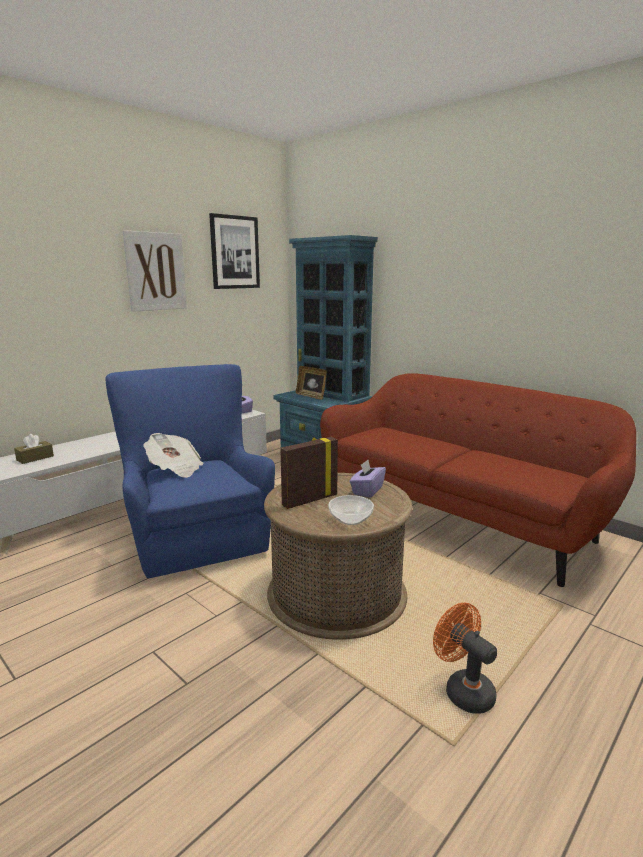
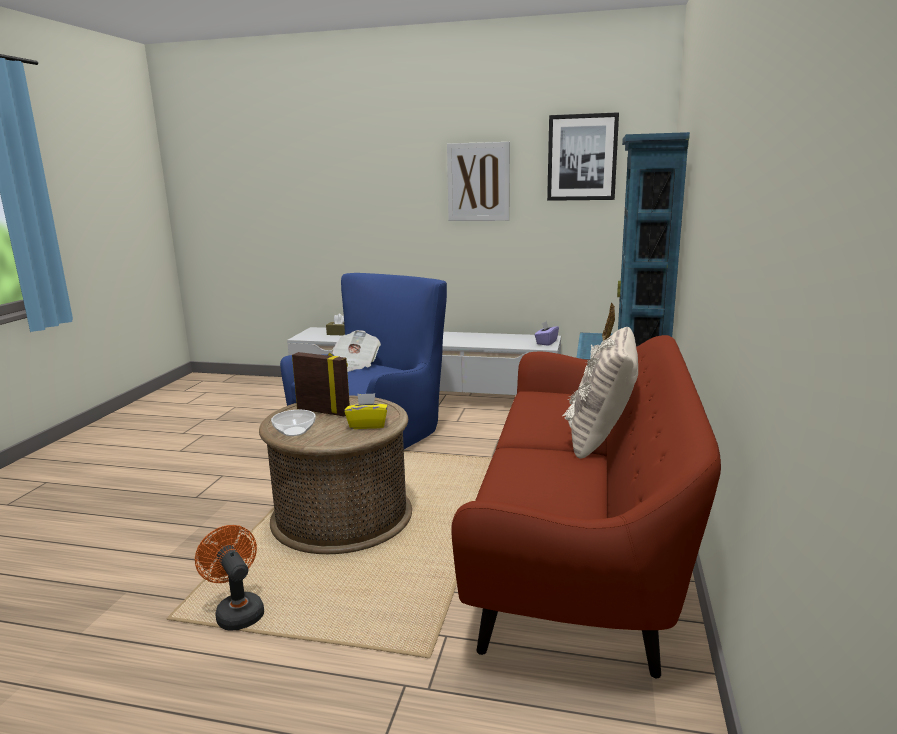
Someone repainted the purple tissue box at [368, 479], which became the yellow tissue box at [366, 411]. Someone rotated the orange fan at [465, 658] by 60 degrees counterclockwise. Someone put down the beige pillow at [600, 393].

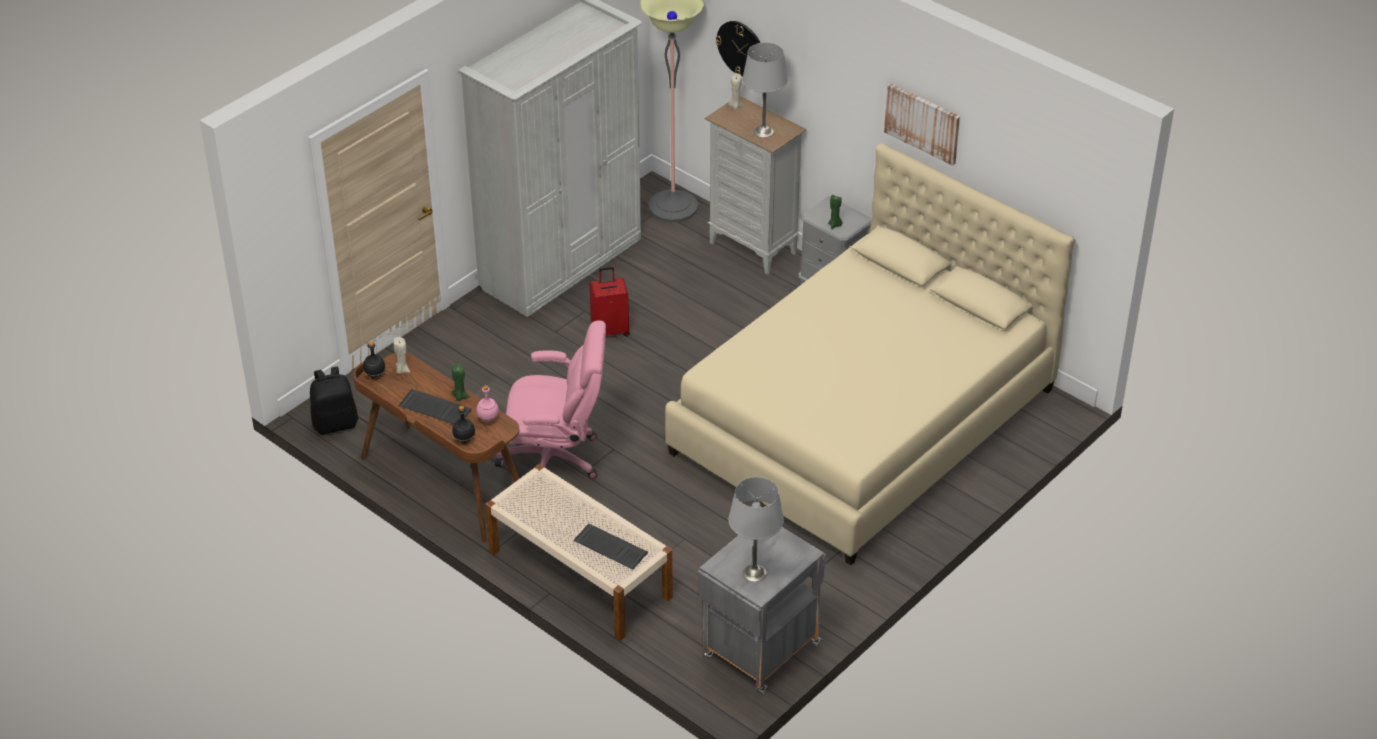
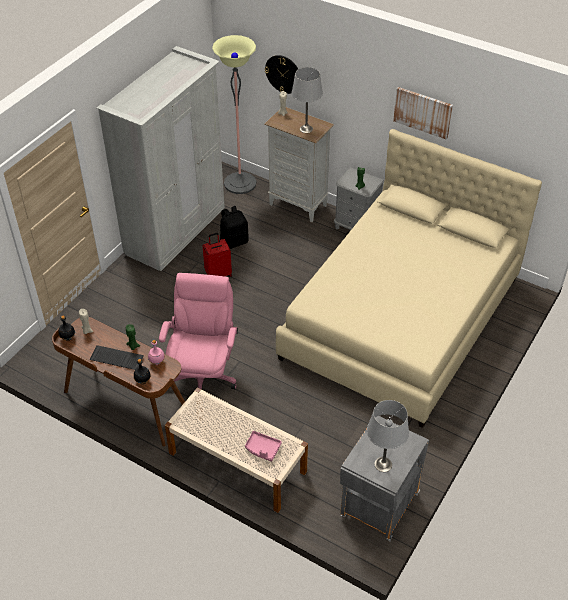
Someone rotated the pink office chair at [550, 405] by 75 degrees counterclockwise. Someone carried the black backpack from [334, 400] to [234, 227]. Someone swapped the keyboard at [610, 546] for the pink tray at [263, 446].

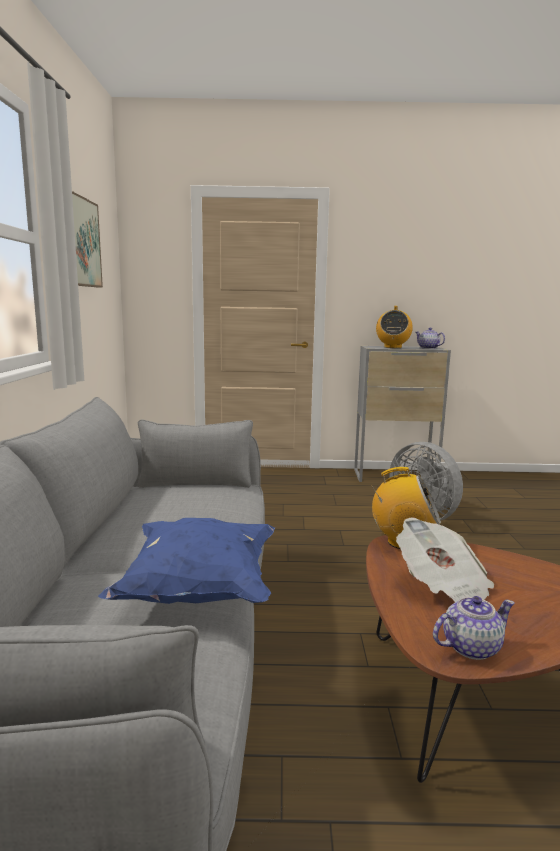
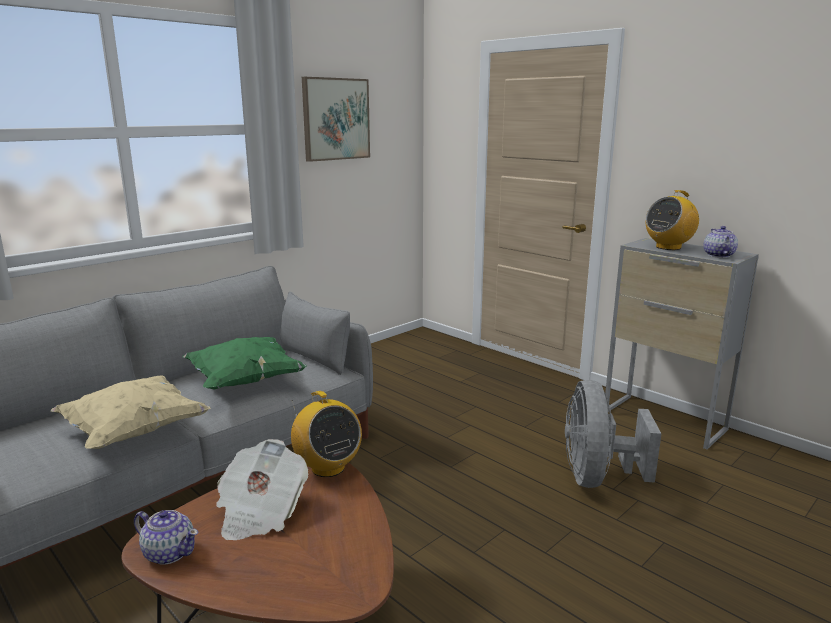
Someone repainted the blue pillow at [186, 561], which became the beige pillow at [130, 412]. Someone put down the green pillow at [245, 363].

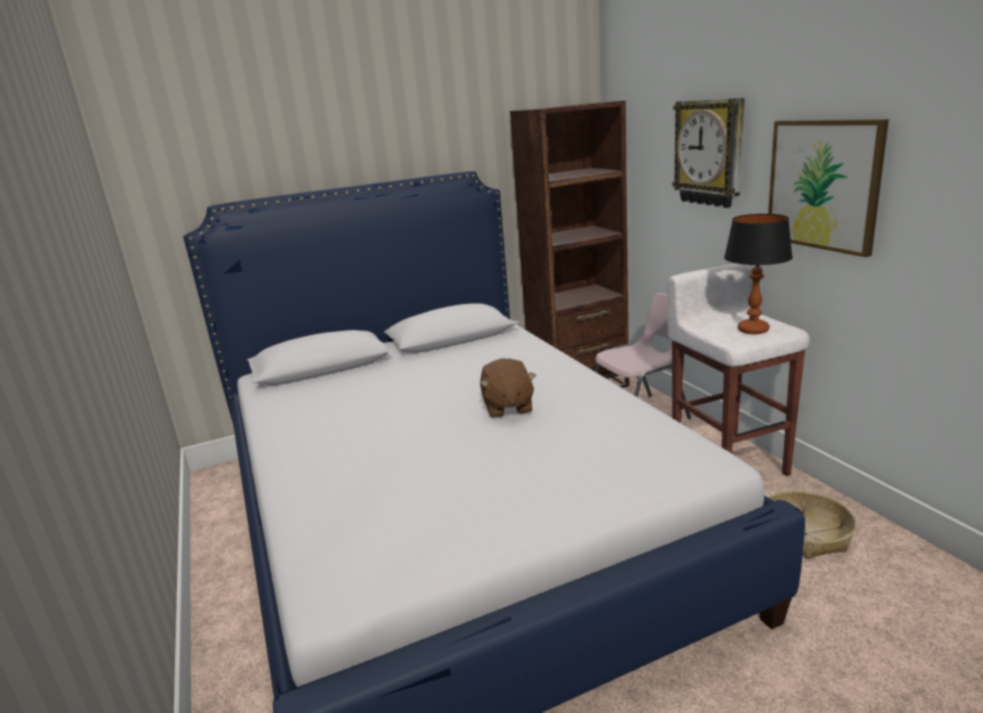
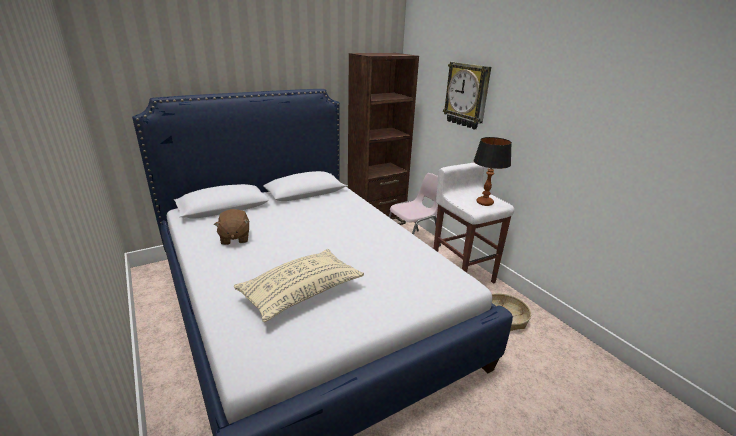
Someone took away the picture at [828, 188]. Someone carried the brown plush toy from [508, 388] to [232, 227]. Someone put down the beige pillow at [299, 285].

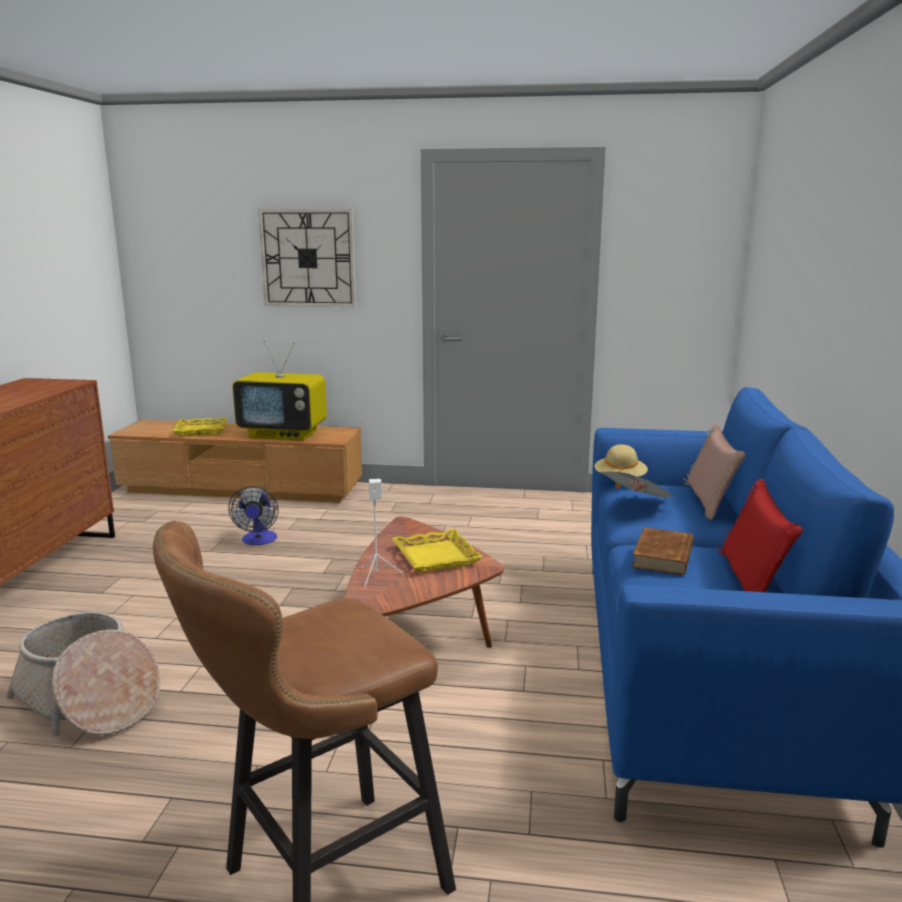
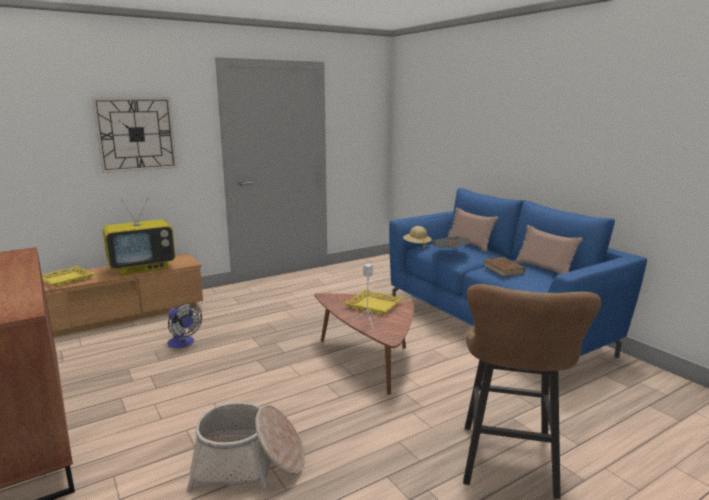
Someone repainted the red pillow at [760, 535], which became the beige pillow at [549, 250].

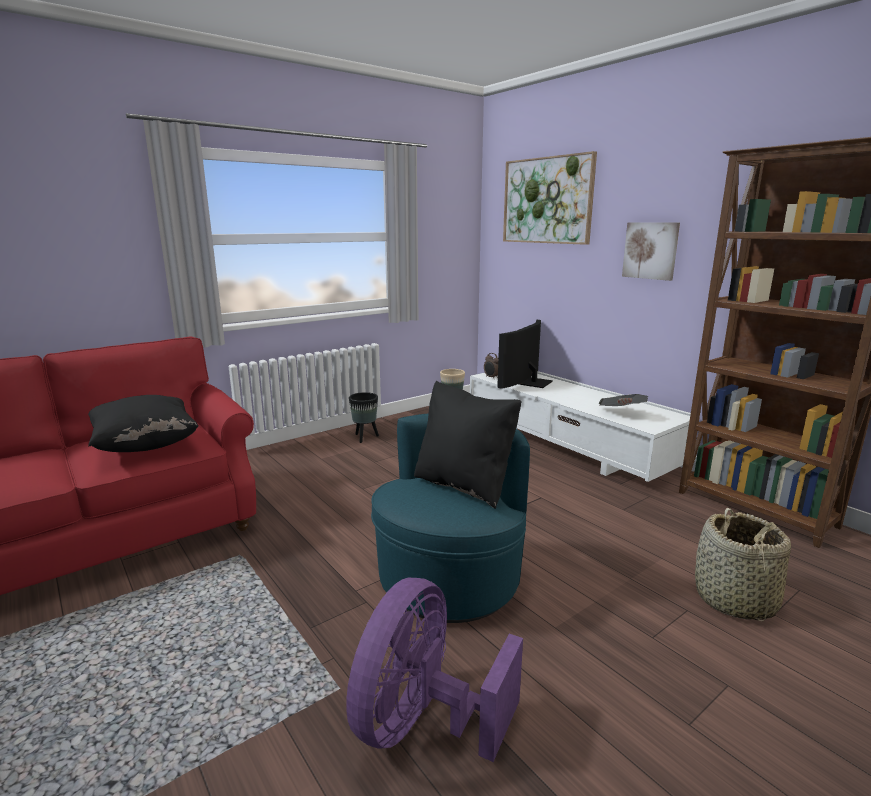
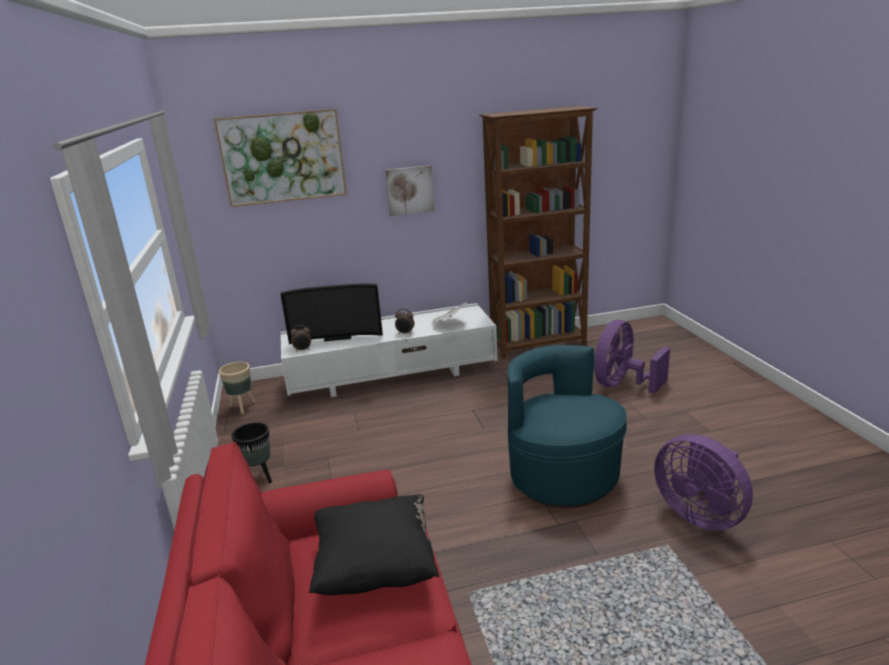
Someone rotated the television at [525, 354] by 60 degrees counterclockwise. Someone took away the black pillow at [468, 445]. Someone swapped the basket at [743, 564] for the purple fan at [632, 357]. Someone put down the alarm clock at [404, 321].

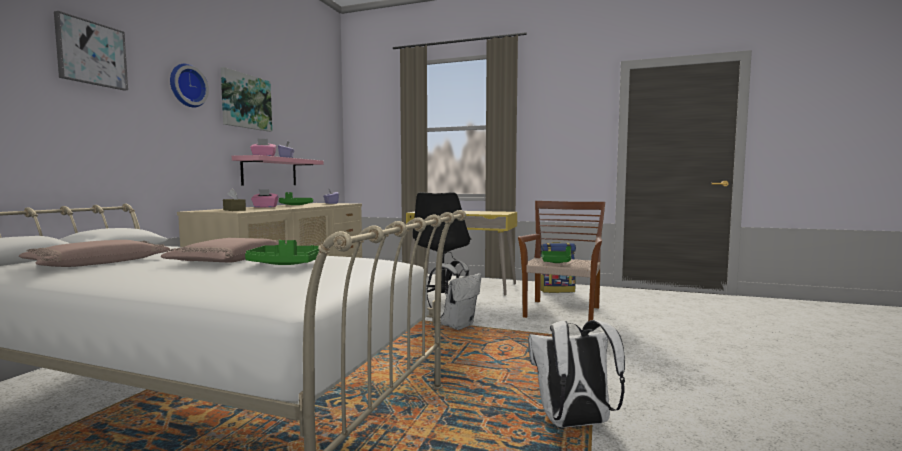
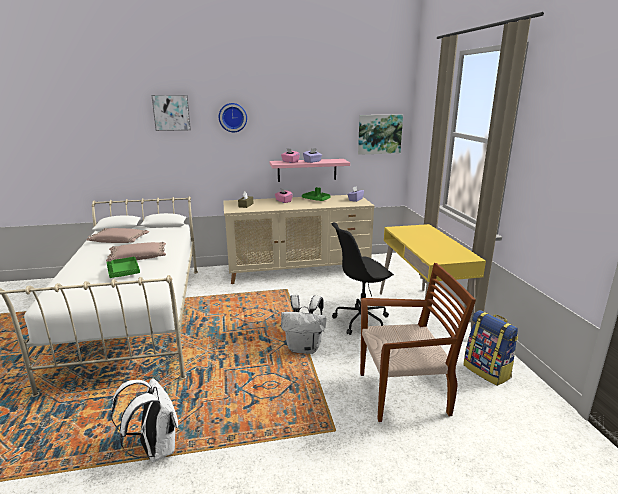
Someone carried the picture from [246, 99] to [380, 135]. Someone took away the green tray at [556, 254].

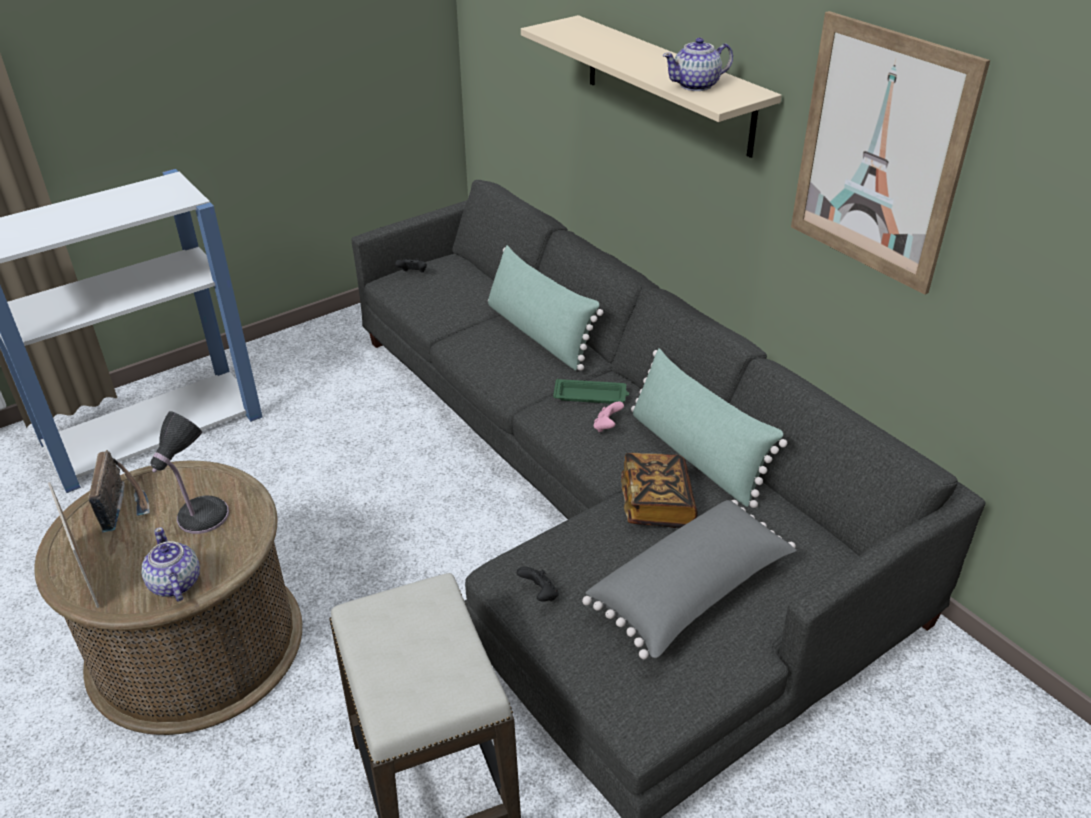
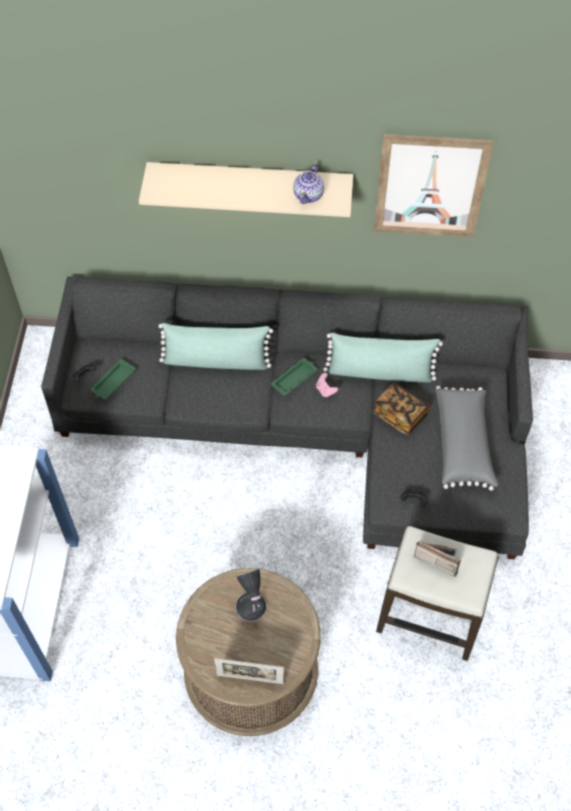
Someone carried the radio from [119, 491] to [437, 559]. Someone took away the teapot at [170, 564]. Someone put down the green tray at [113, 379].

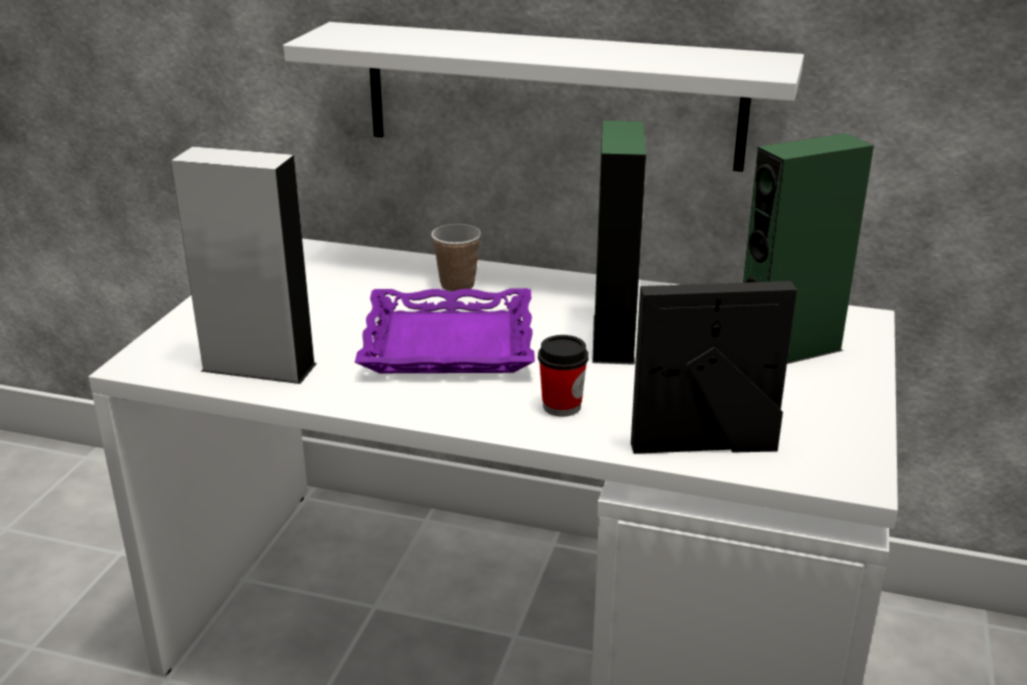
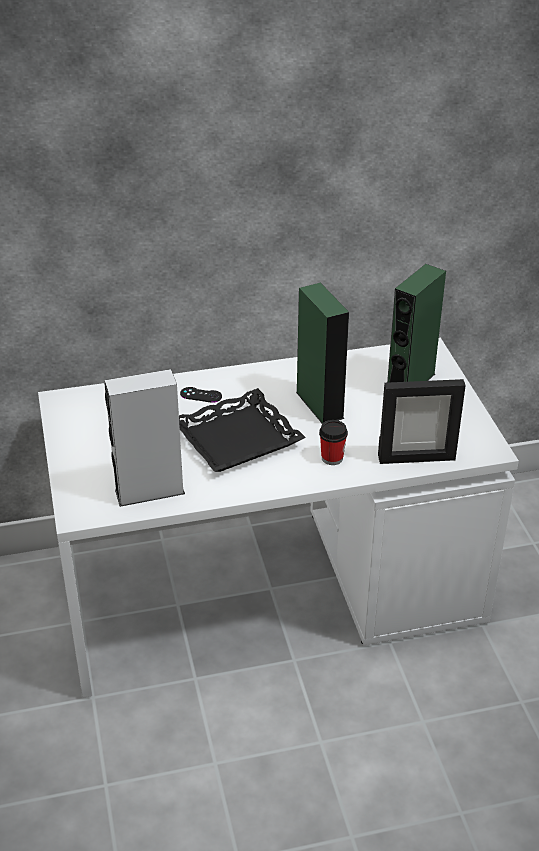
Someone took away the white shelf at [543, 97]. Someone swapped the cup at [456, 258] for the black game controller at [201, 395]. Someone rotated the picture frame at [714, 367] by 150 degrees counterclockwise. Someone repainted the purple tray at [445, 330], which became the black tray at [242, 430].

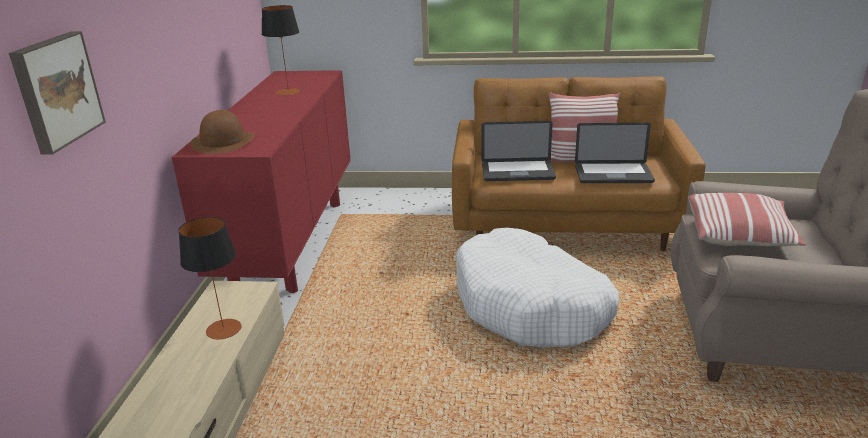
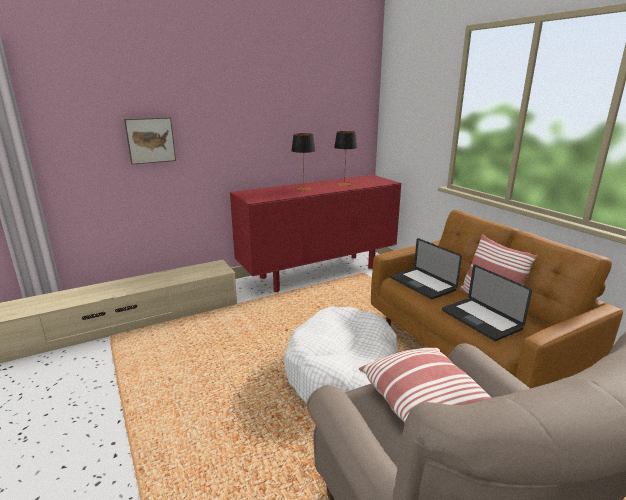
Someone took away the brown hat at [222, 132]. Someone carried the table lamp from [210, 278] to [303, 162].

